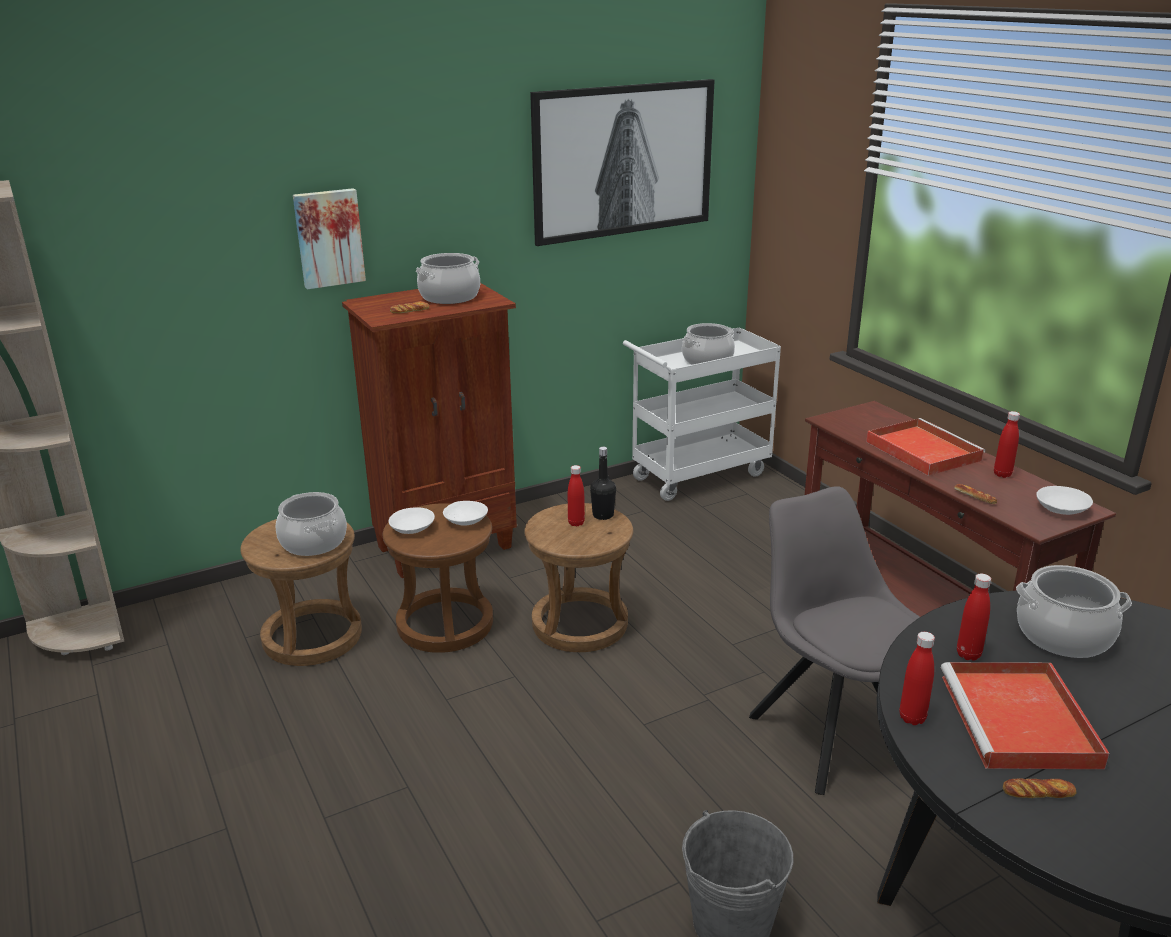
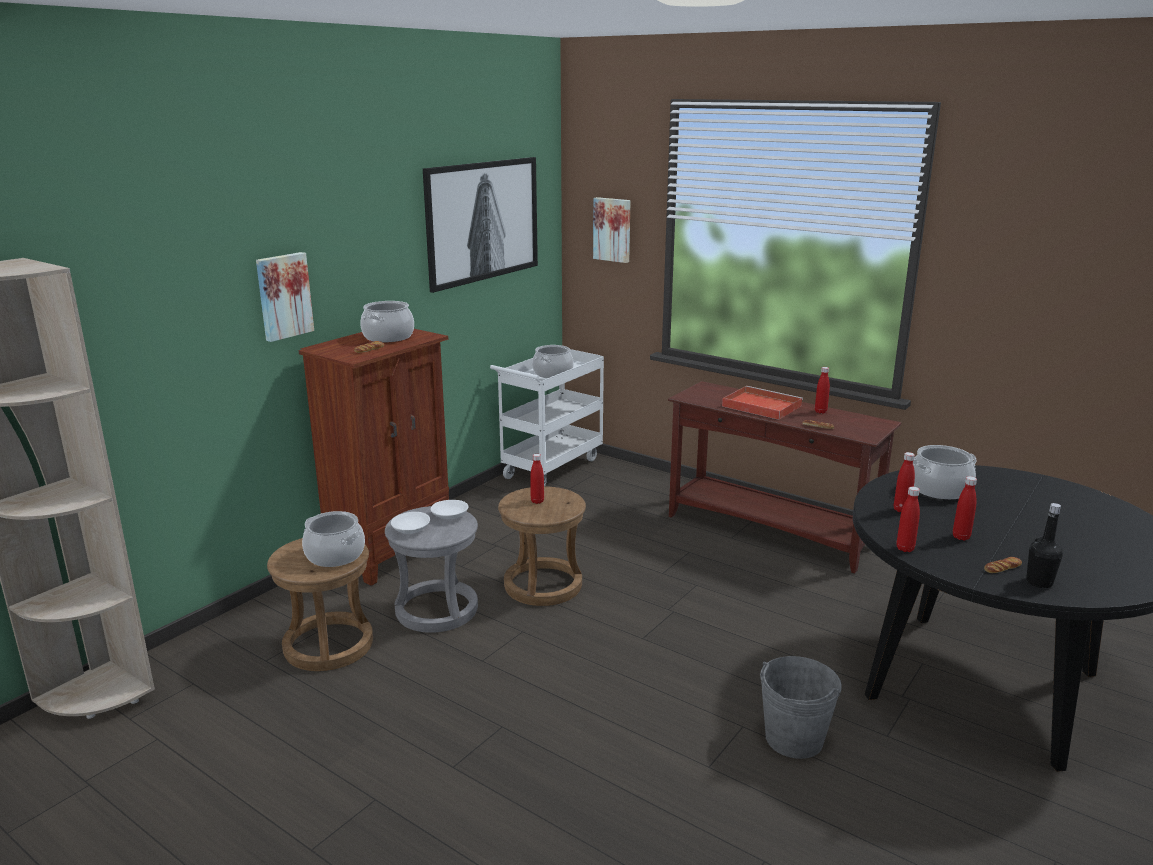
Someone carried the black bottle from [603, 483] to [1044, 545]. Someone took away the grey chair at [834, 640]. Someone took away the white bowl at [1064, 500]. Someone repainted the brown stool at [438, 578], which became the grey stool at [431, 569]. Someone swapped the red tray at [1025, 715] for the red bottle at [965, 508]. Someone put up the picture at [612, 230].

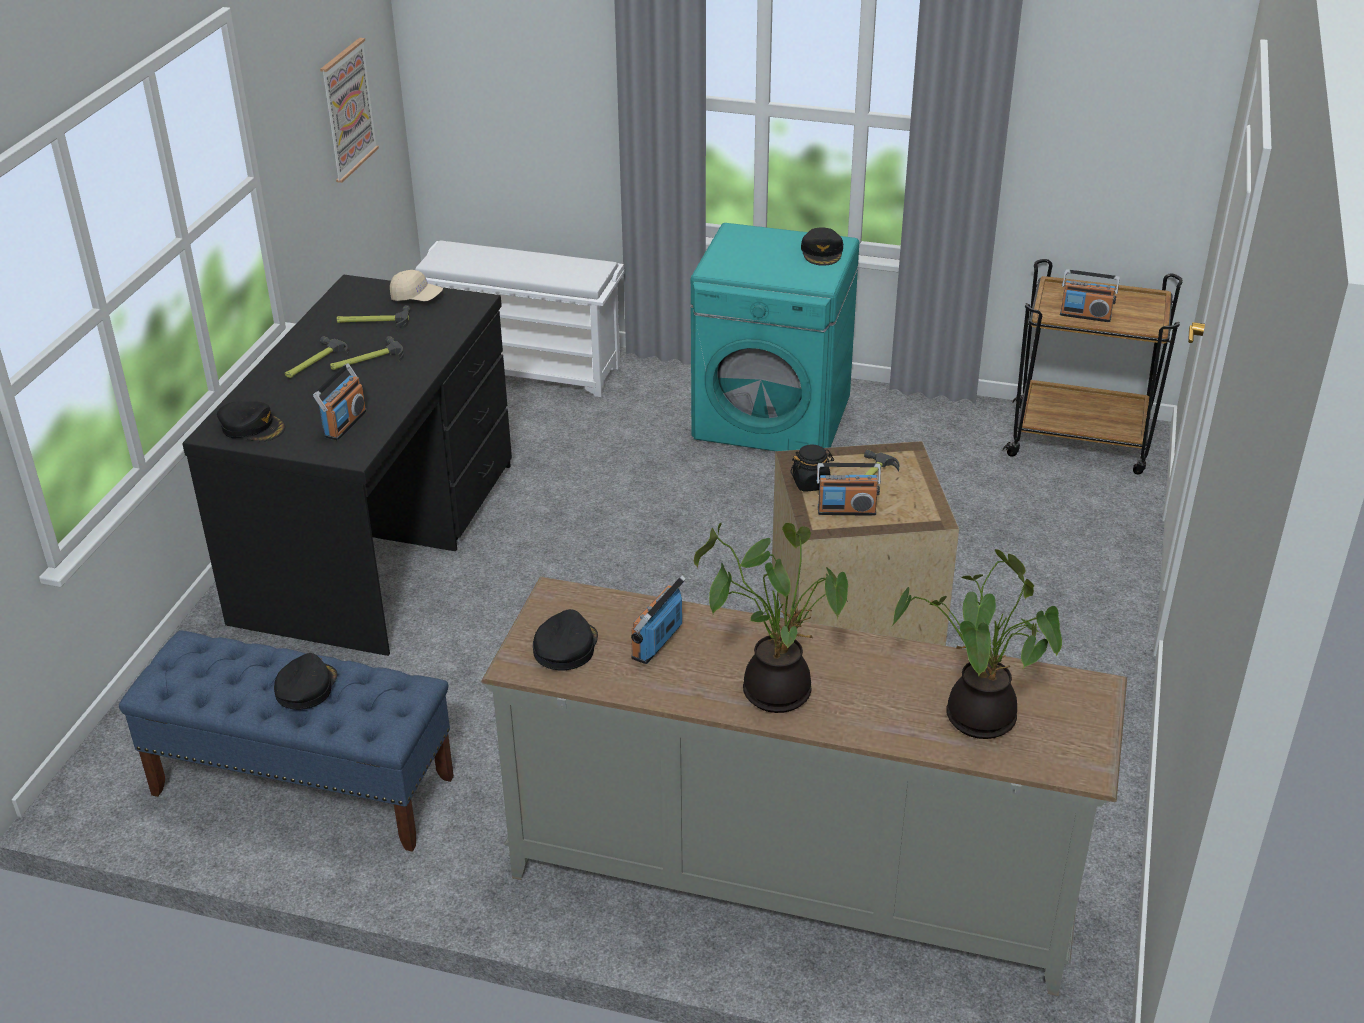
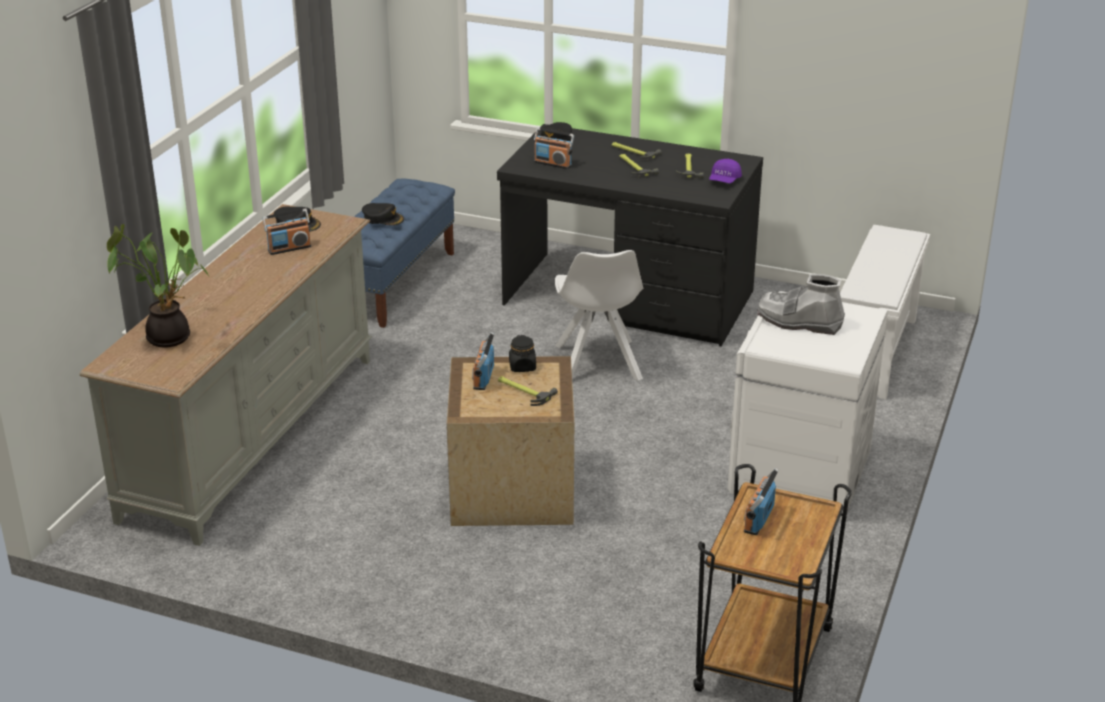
Someone took away the picture at [349, 110]. Someone repainted the turquoise washing machine at [775, 337], which became the white washing machine at [808, 406]. Someone took away the black cap at [822, 246]. Someone repainted the beige cap at [416, 285], which became the purple cap at [725, 171]. Someone took away the potted plant at [771, 618]. Someone rotated the radio at [658, 619] by 120 degrees clockwise. Someone put down the white chair at [599, 315]. Someone put down the grey boot at [801, 304].

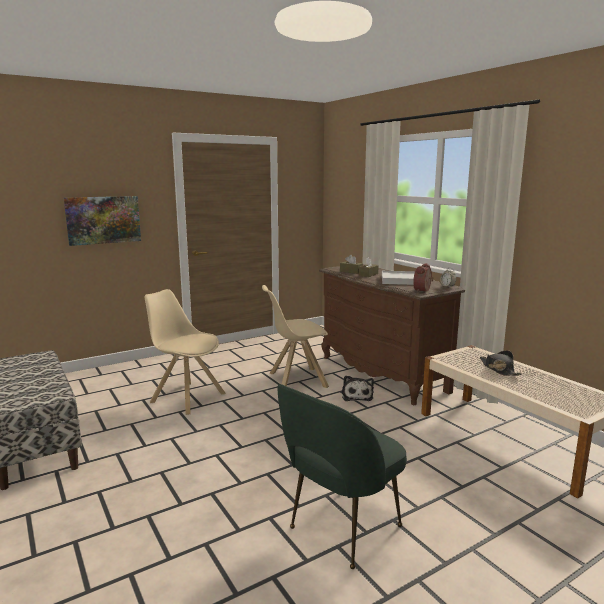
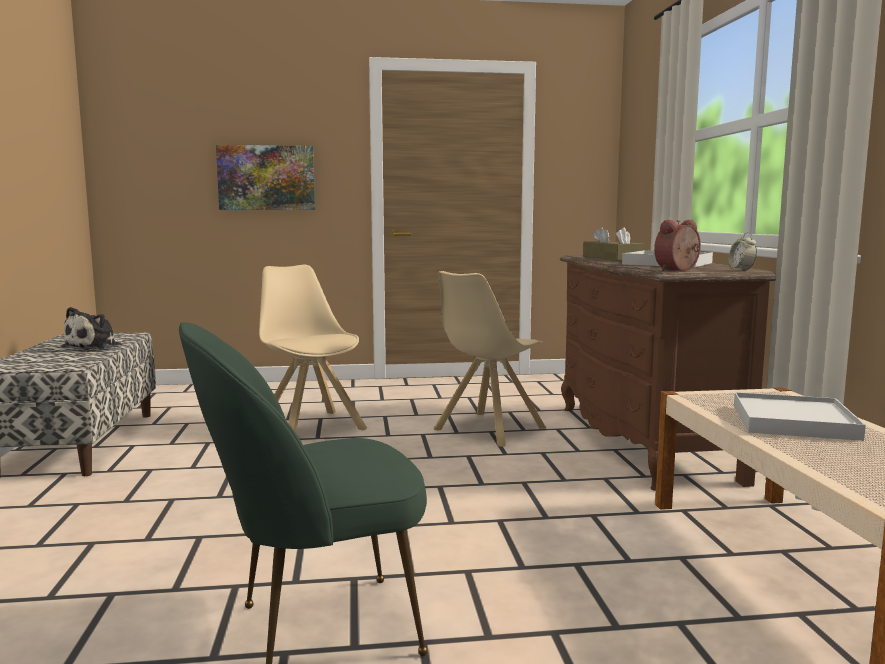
Someone rotated the beige chair at [295, 336] by 60 degrees counterclockwise. Someone swapped the black hat at [501, 363] for the white tray at [800, 416]. Someone carried the plush toy from [358, 388] to [92, 328].

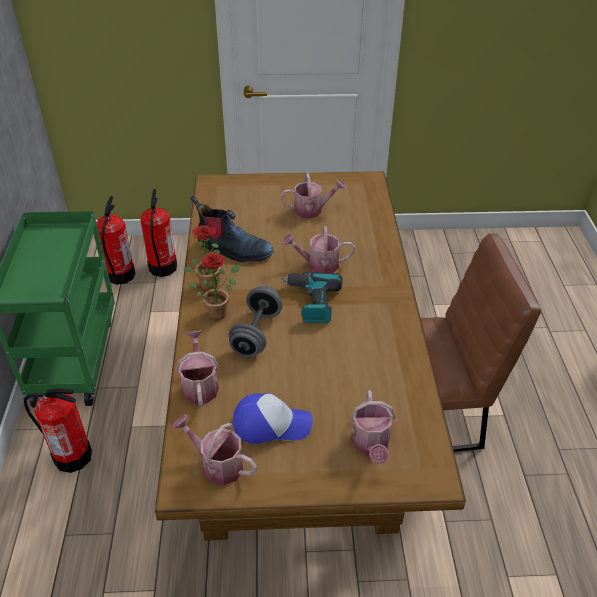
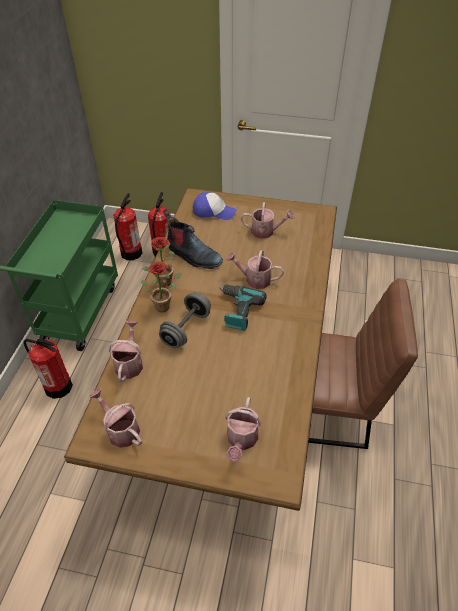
Someone carried the cap from [273, 418] to [215, 206].

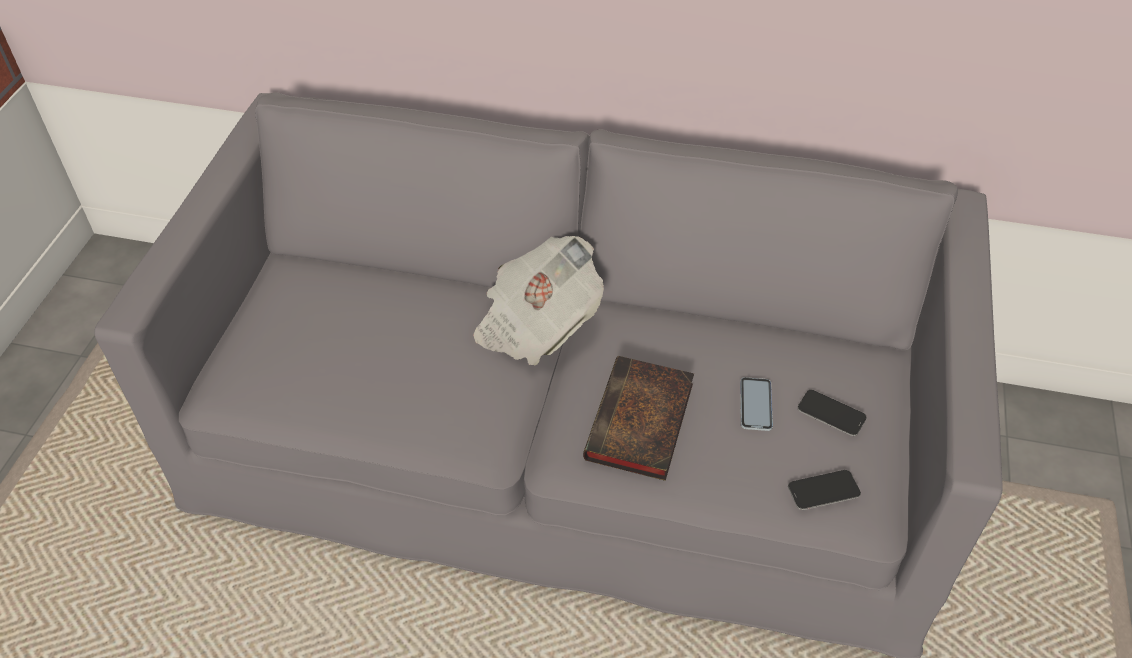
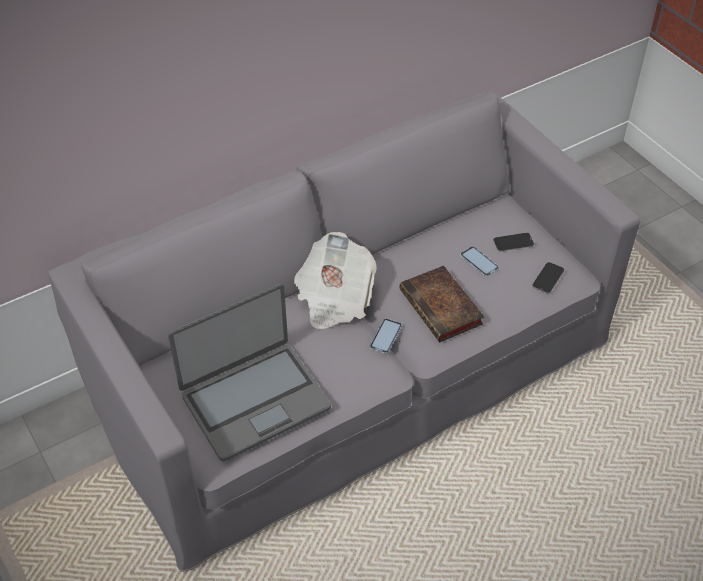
Someone put down the laptop at [249, 372]. Someone put down the phone at [386, 336].

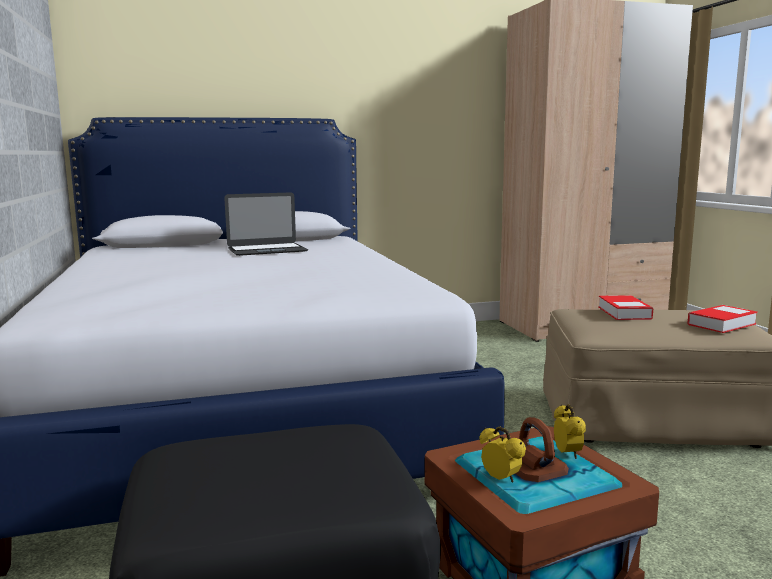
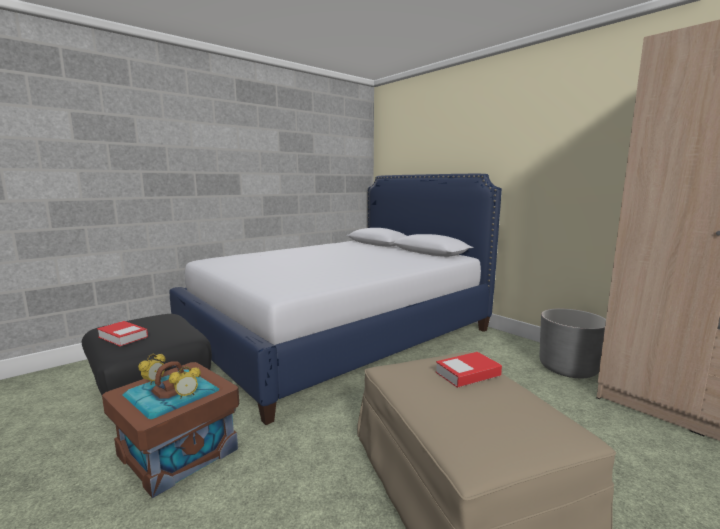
Someone took away the laptop at [266, 224]. Someone carried the book from [722, 319] to [122, 333]. Someone put down the grey planter at [573, 343].

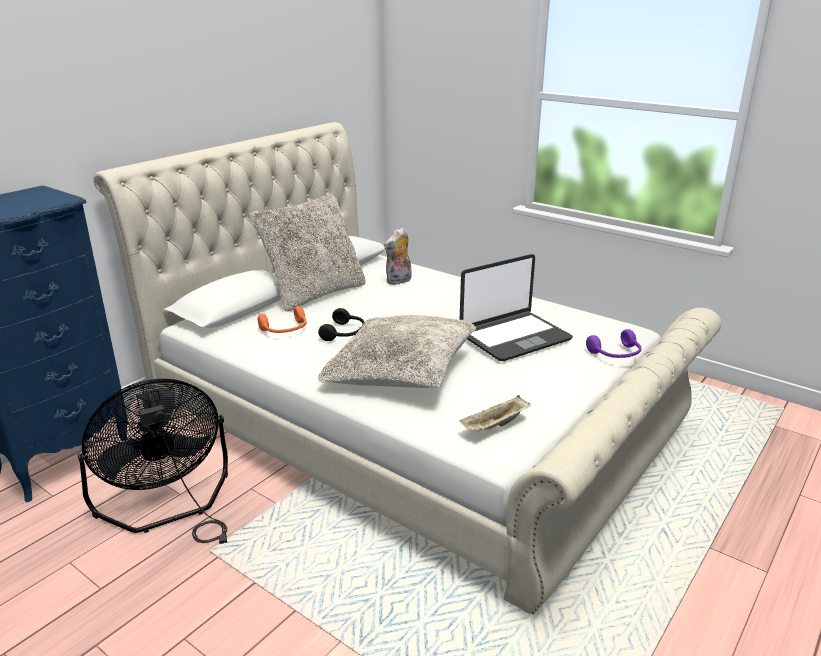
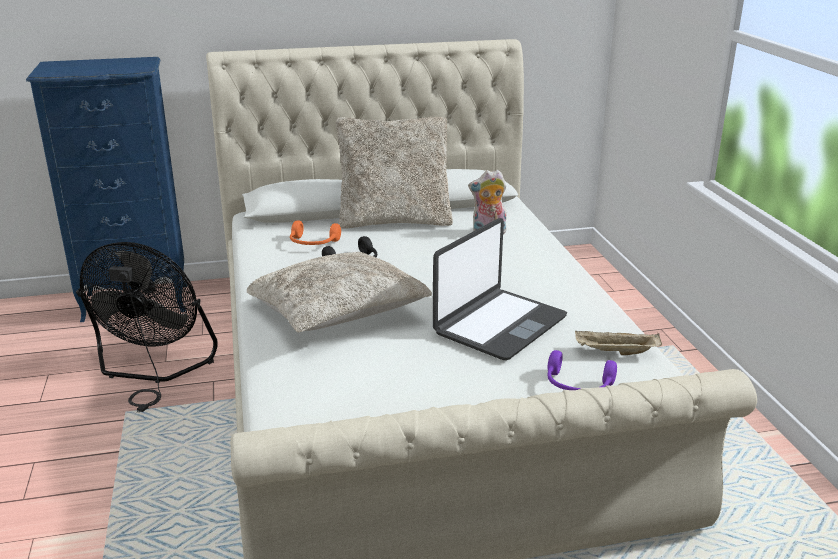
Someone rotated the laptop at [516, 307] by 60 degrees counterclockwise. Someone carried the beige tray from [495, 413] to [618, 343].

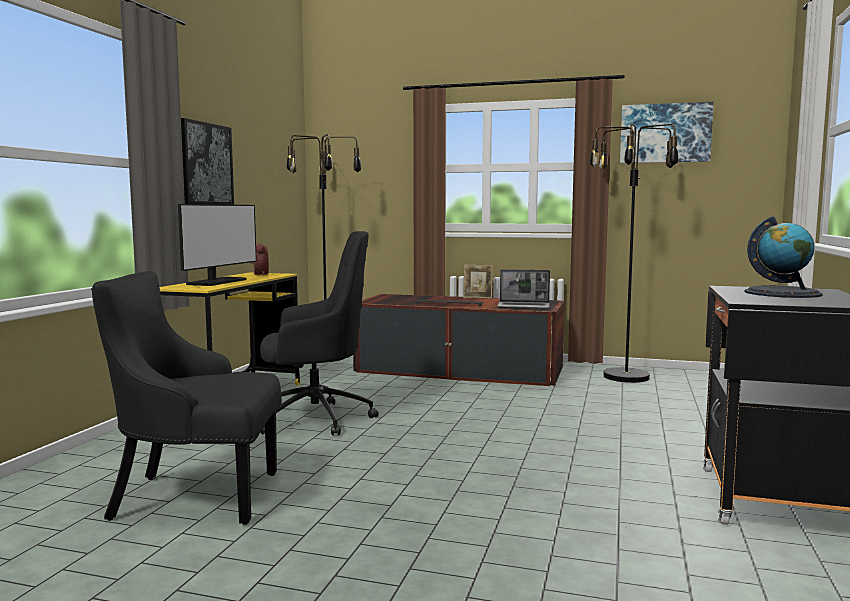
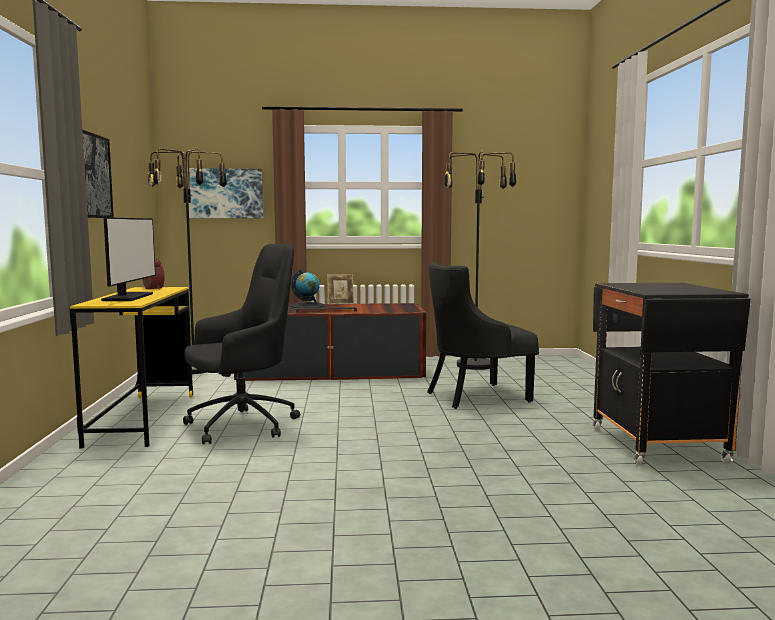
Someone carried the picture from [667, 132] to [225, 193]. Someone carried the globe from [783, 257] to [307, 288]. Someone took away the laptop at [523, 289]. Someone carried the black chair from [186, 398] to [483, 335].

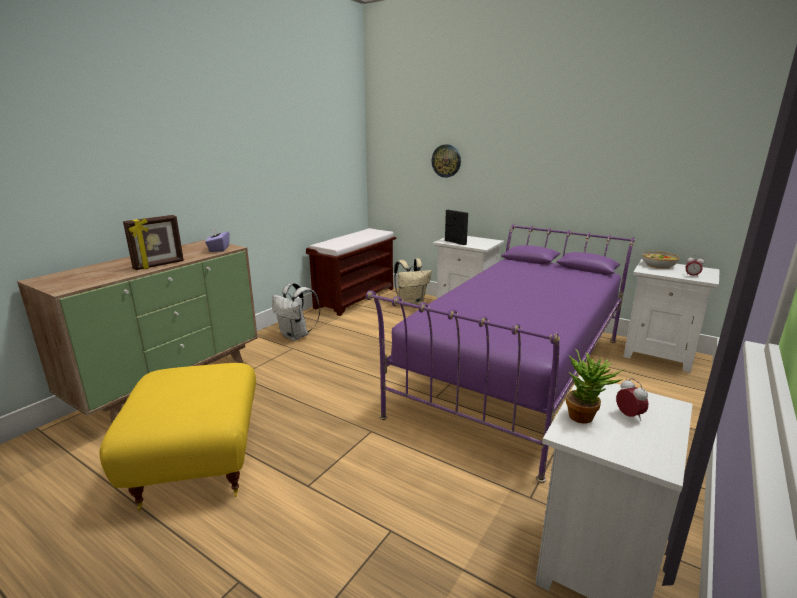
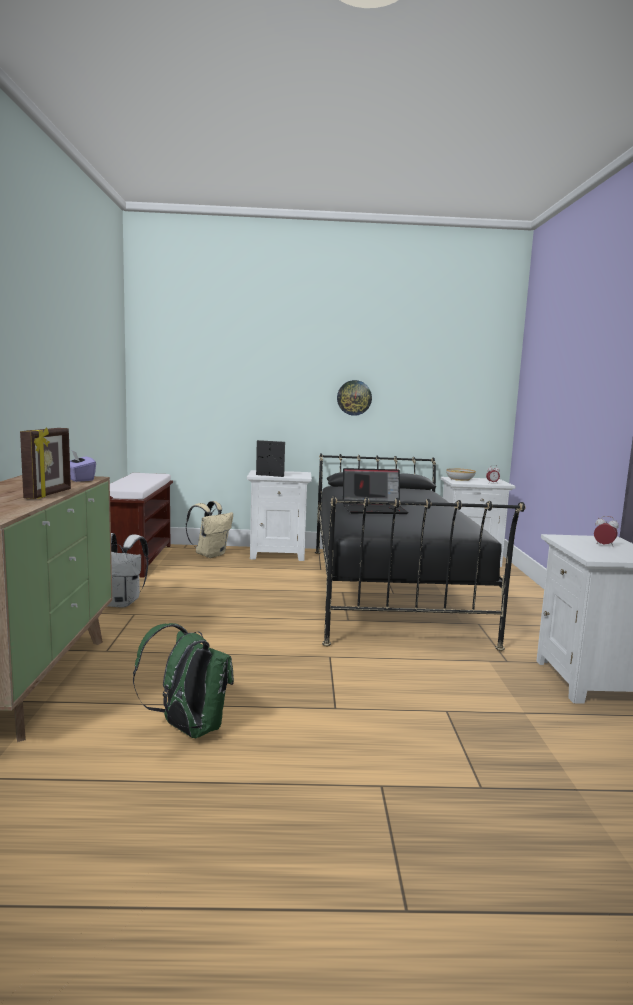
Someone carried the wall clock from [446, 161] to [354, 398]. Someone repainted the purple bed at [500, 353], which became the black bed at [420, 552]. Someone took away the potted plant at [596, 386]. Someone swapped the yellow ottoman at [177, 437] for the green backpack at [183, 680]. Someone put down the laptop at [375, 491].

